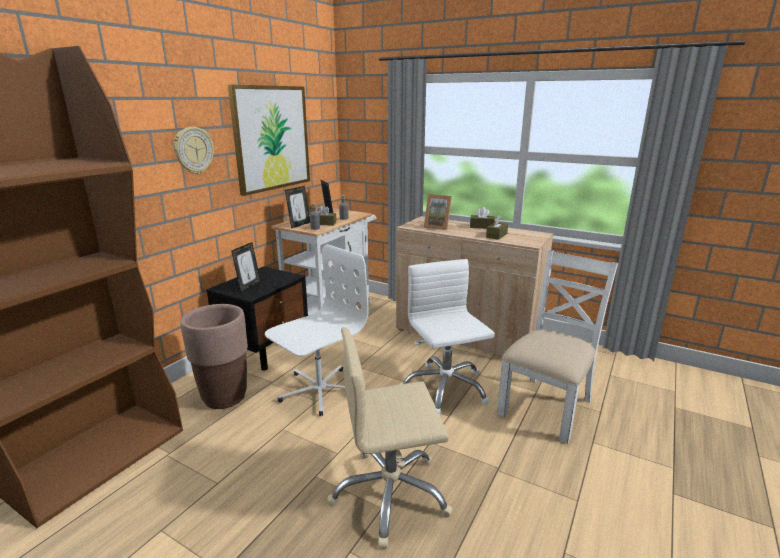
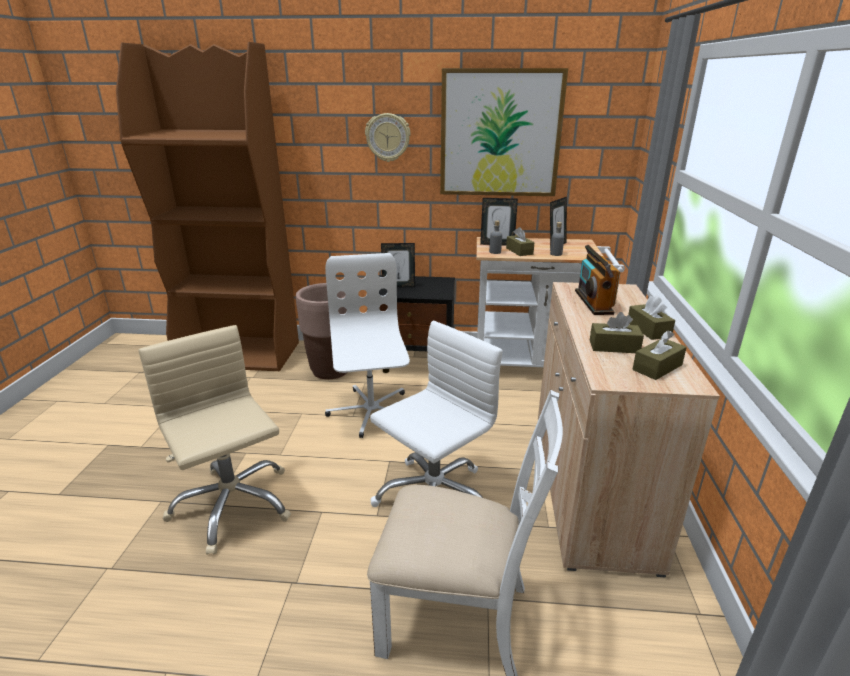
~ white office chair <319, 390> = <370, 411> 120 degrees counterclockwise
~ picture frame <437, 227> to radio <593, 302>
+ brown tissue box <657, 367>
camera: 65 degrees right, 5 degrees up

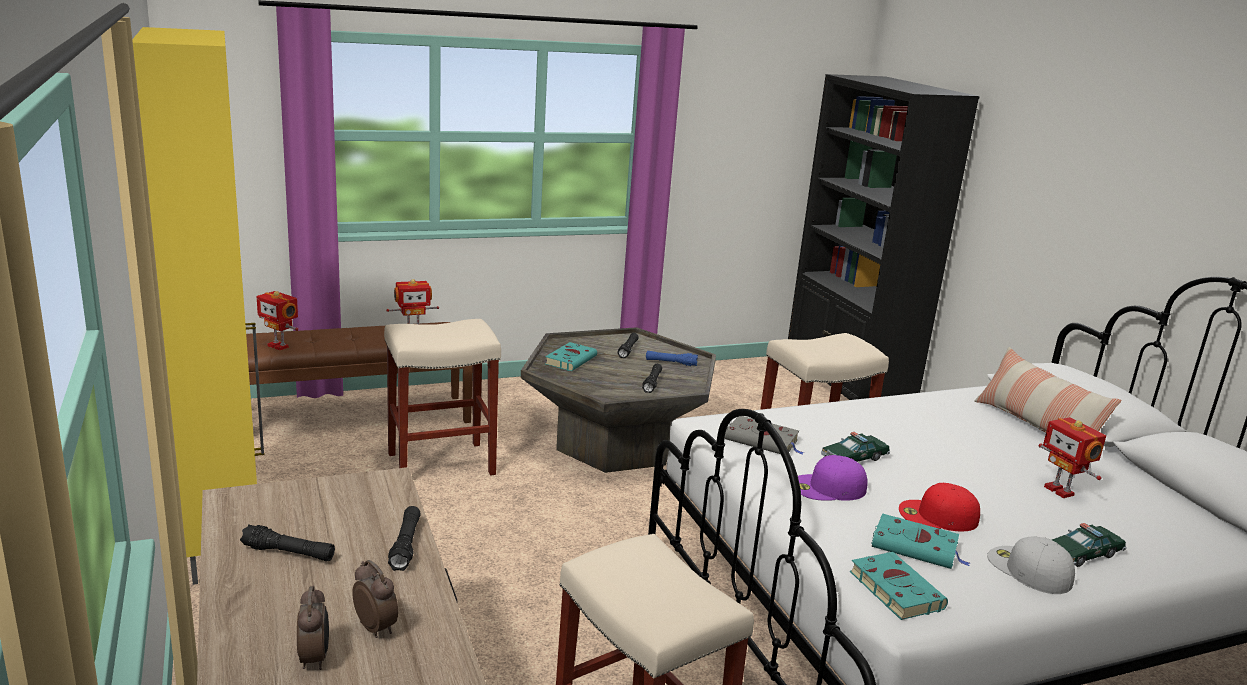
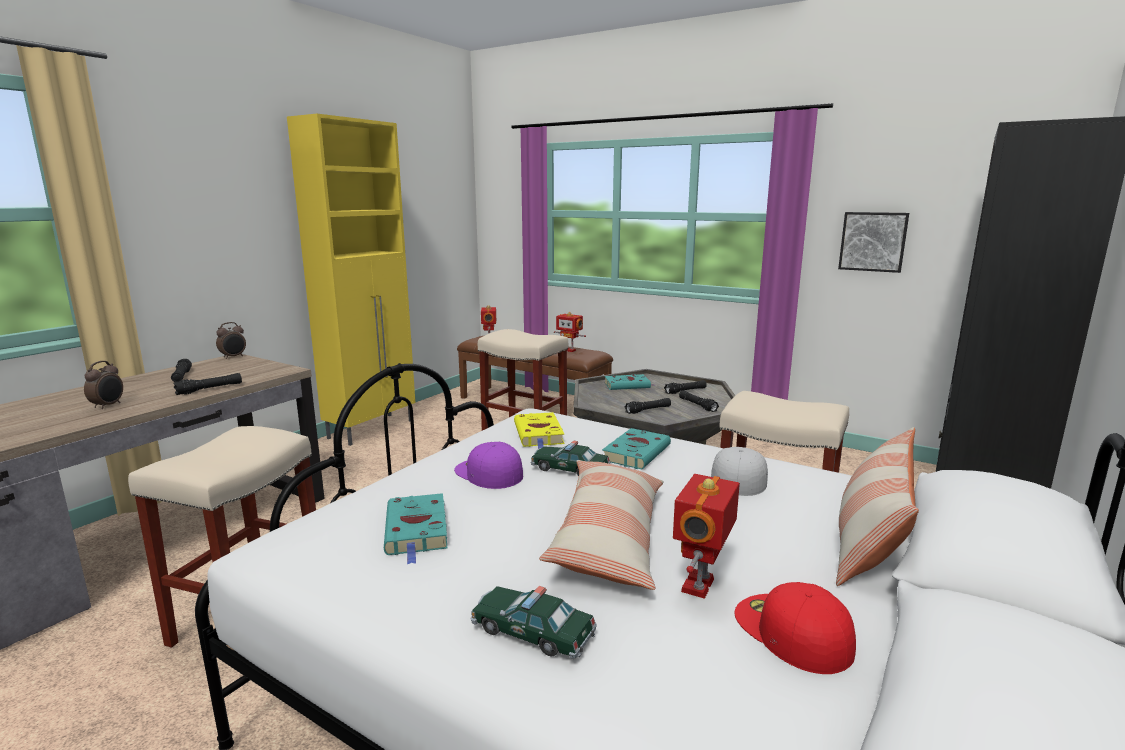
~ alarm clock <315, 658> to <233, 357>
~ blue flashlight <671, 363> to black flashlight <697, 405>
~ grey book <763, 440> to yellow book <539, 435>
~ turquoise book <893, 589> to <637, 452>
~ red cap <937, 516> to <790, 631>
~ white cap <1028, 569> to <738, 477>
+ pillow <609, 537>
+ picture <873, 241>
camera: 55 degrees right, 5 degrees down

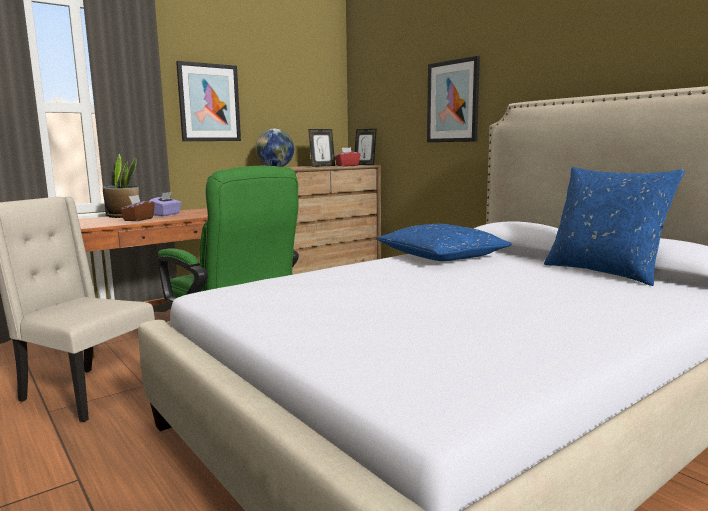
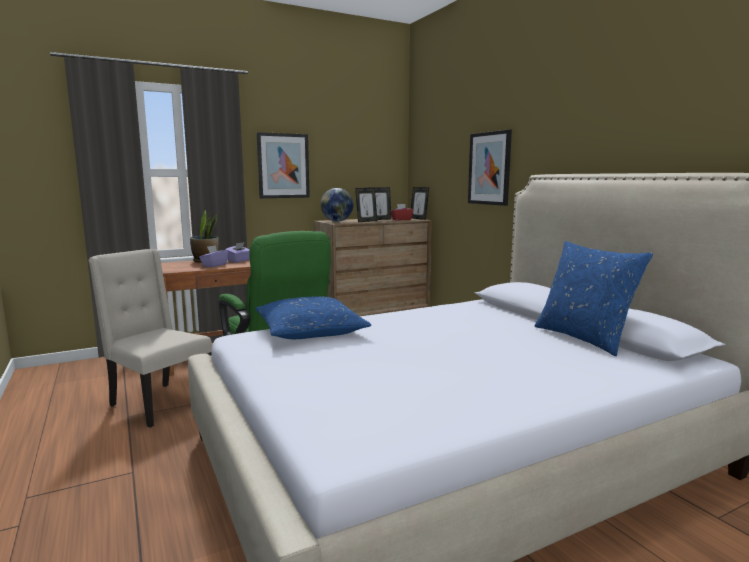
~ brown tissue box <138, 219> to purple tissue box <214, 265>
~ blue pillow <441, 256> to <310, 331>
+ picture frame <366, 221>
camera: 10 degrees right, 0 degrees up

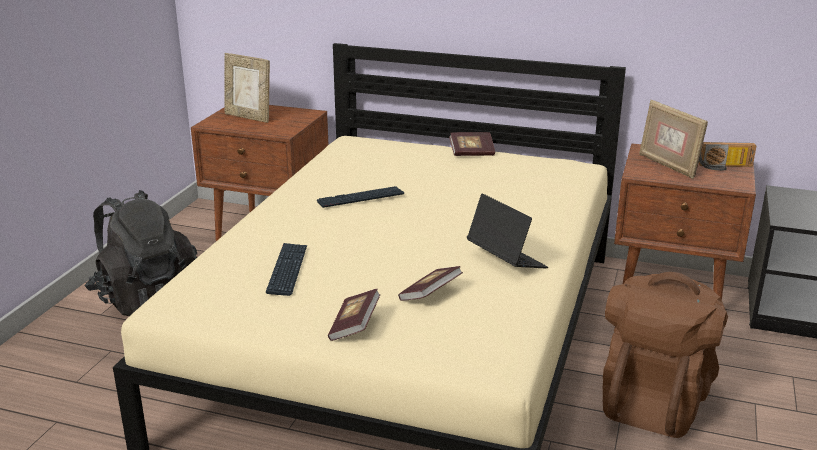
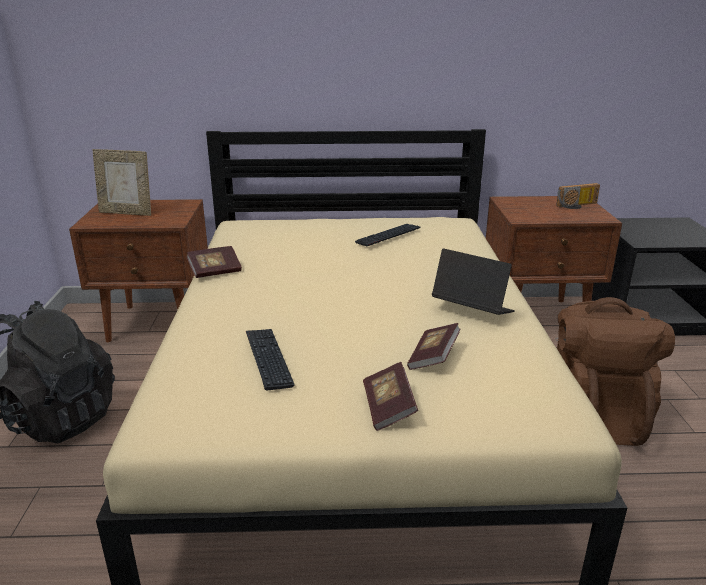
~ keyboard <360, 198> to <388, 236>
~ book <471, 153> to <215, 272>
- picture frame <668, 165>
camera: 20 degrees left, 0 degrees up

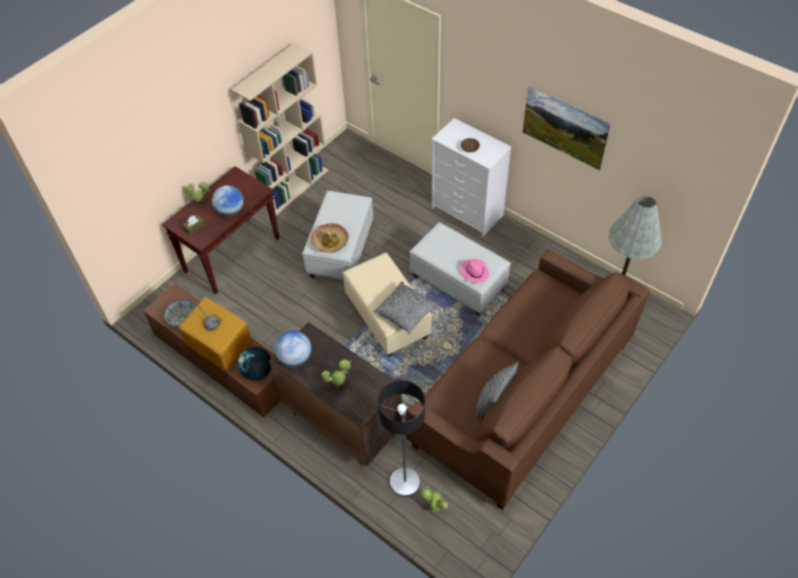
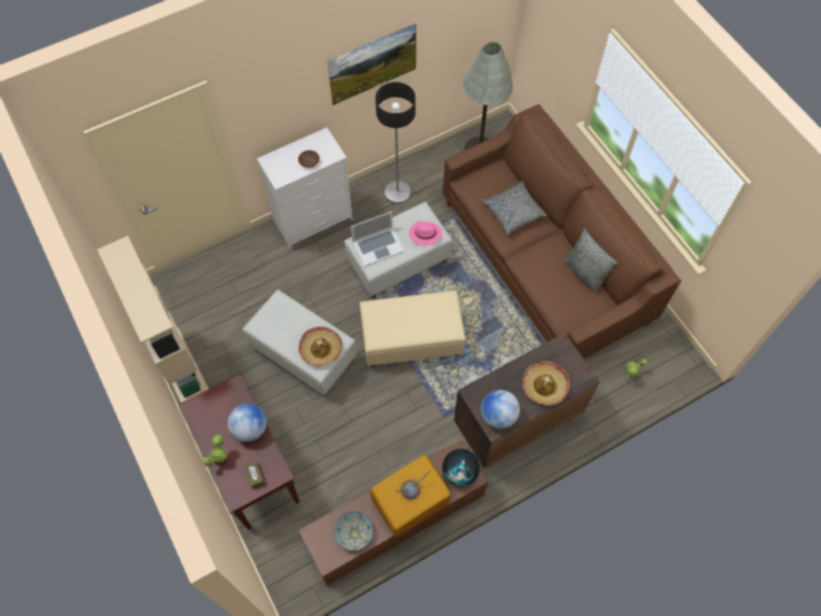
~ potted plant <338, 384> to hat <545, 385>
~ grey pillow <406, 312> to <513, 212>
~ floor lamp <404, 482> to <397, 192>
+ laptop <378, 246>
camera: 70 degrees left, 10 degrees up

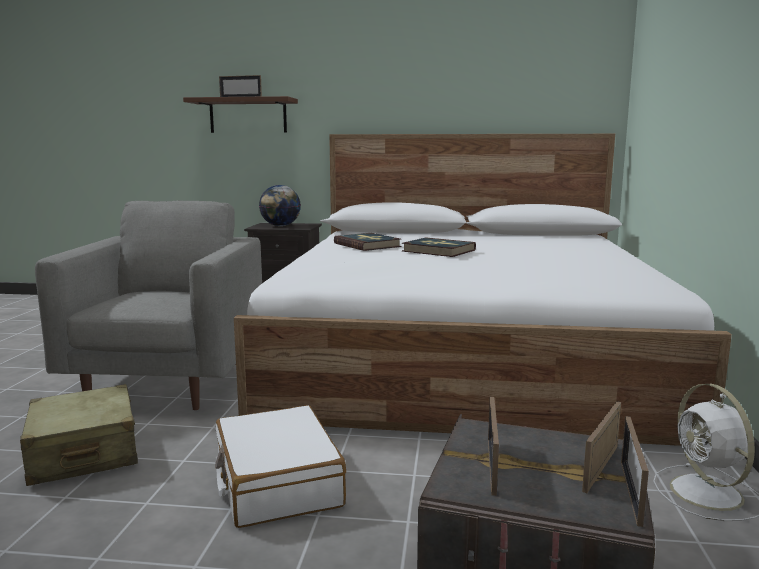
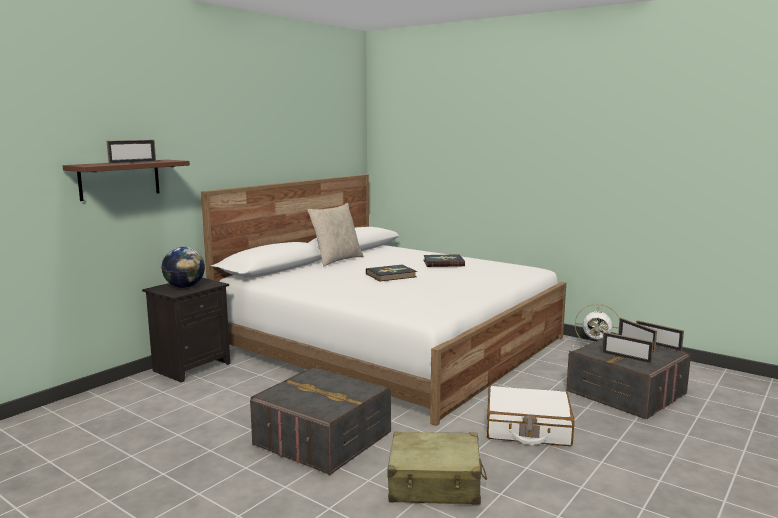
~ grey armchair <169, 382> to grey storage box <322, 438>
~ book <367, 245> to <443, 263>
+ beige pillow <336, 260>
camera: 60 degrees left, 0 degrees up

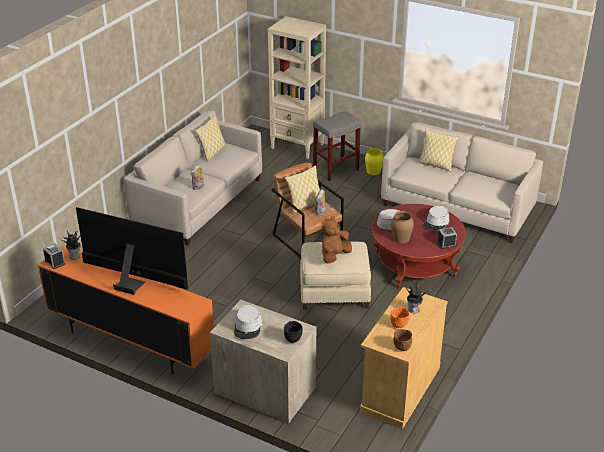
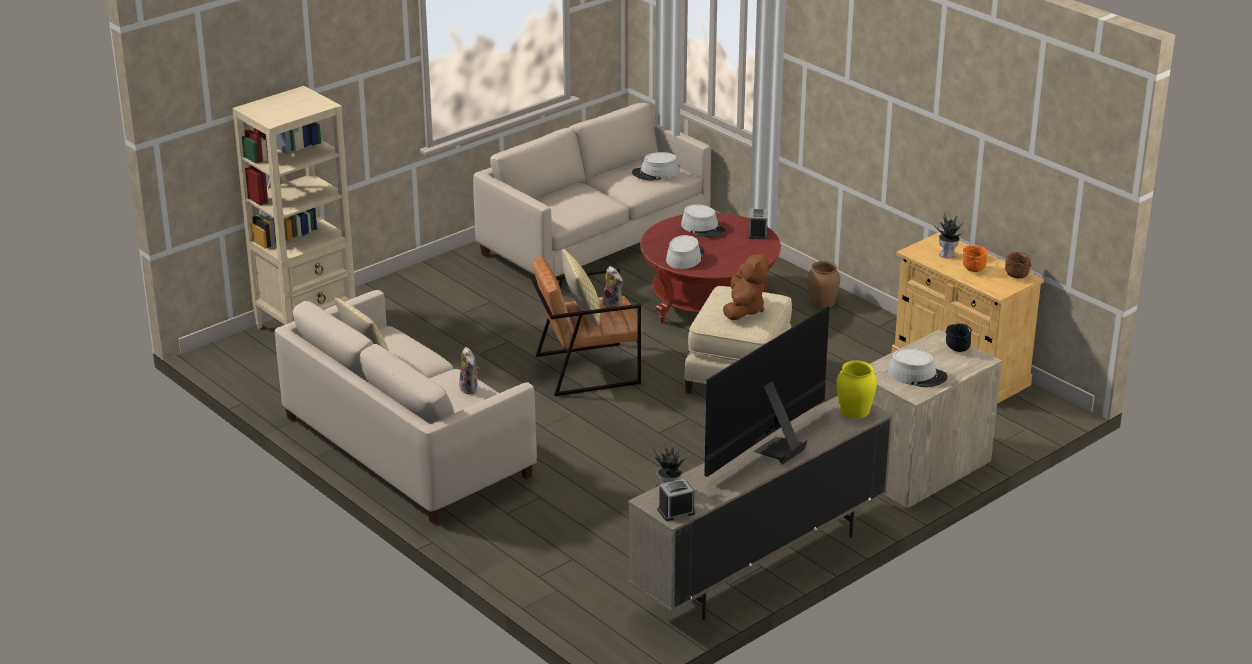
~ orange tv stand <130, 342> to beige tv stand <759, 565>
- grey stool <336, 169>
~ brown plush toy <334, 256> = <744, 310> 135 degrees counterclockwise
~ yellow vase <373, 171> to <854, 410>
~ brown vase <401, 238> to <822, 302>
- pillow <436, 165>
+ grey hat <655, 173>
camera: 70 degrees left, 5 degrees down

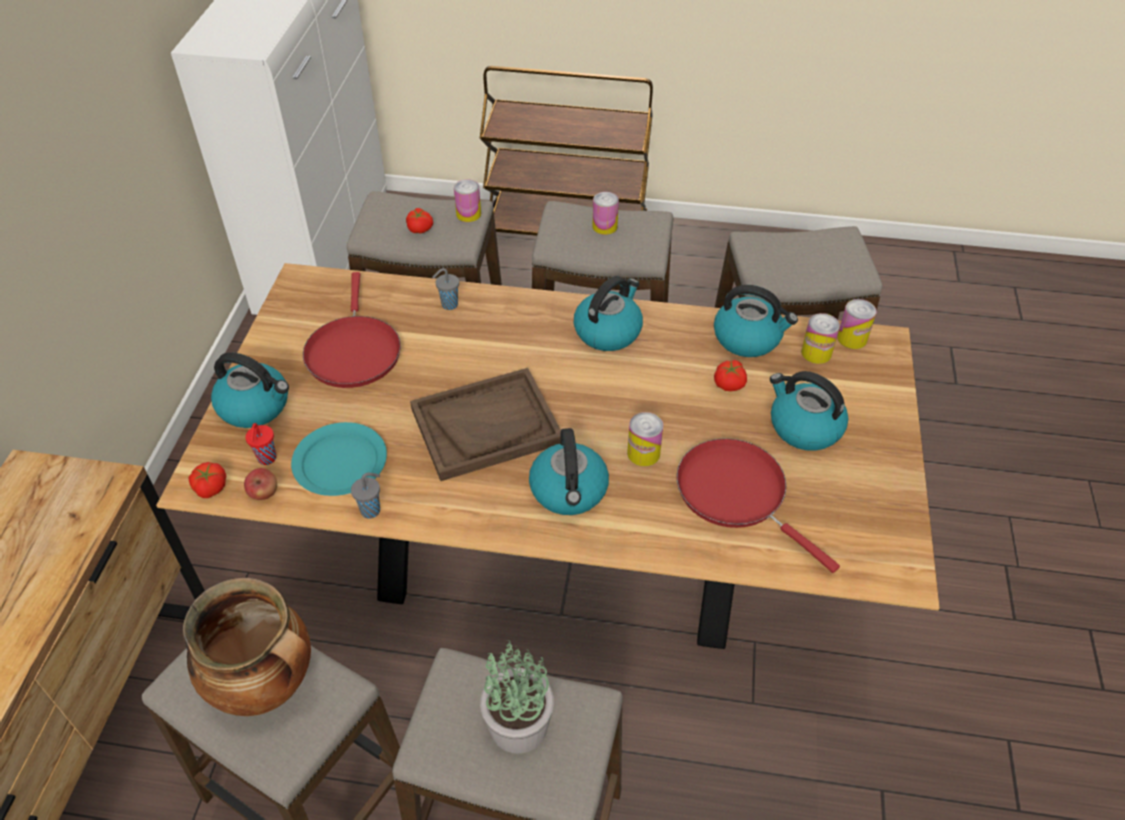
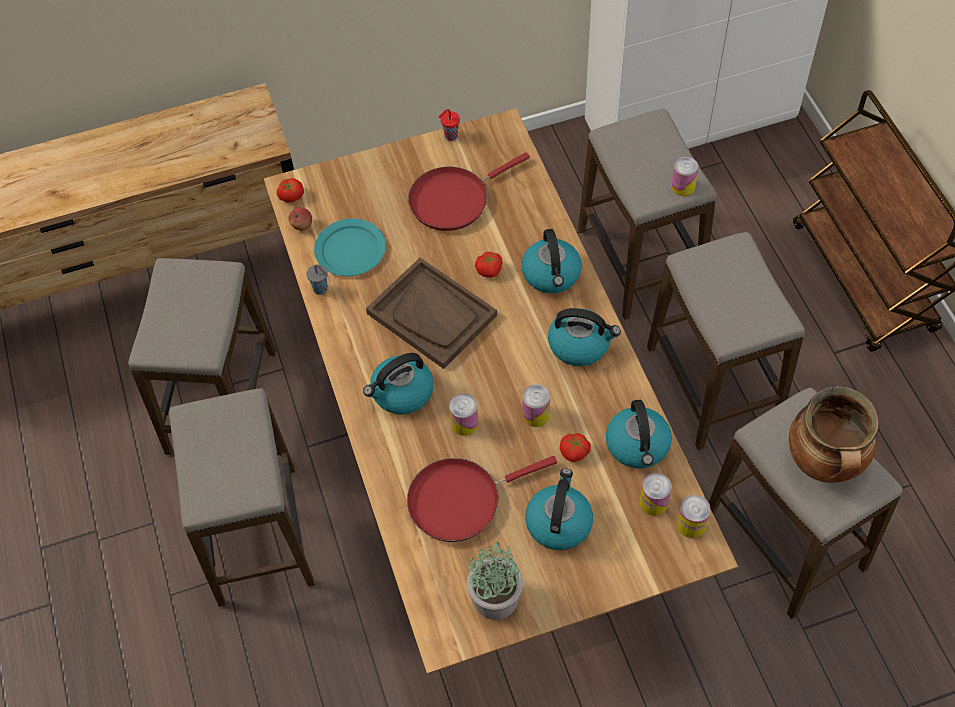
~ cooking pot <267, 684> to <824, 463>
~ kettle <255, 406> to <551, 275>
~ red cup <266, 459> to <450, 136>
~ tomato <420, 228> to <489, 270>
- grey cup <448, 305>
~ potted plant <517, 725> to <495, 597>
~ can <604, 226> to <536, 414>
~ red frying pan <737, 494> = <460, 500> 135 degrees counterclockwise
camera: 65 degrees right, 10 degrees up

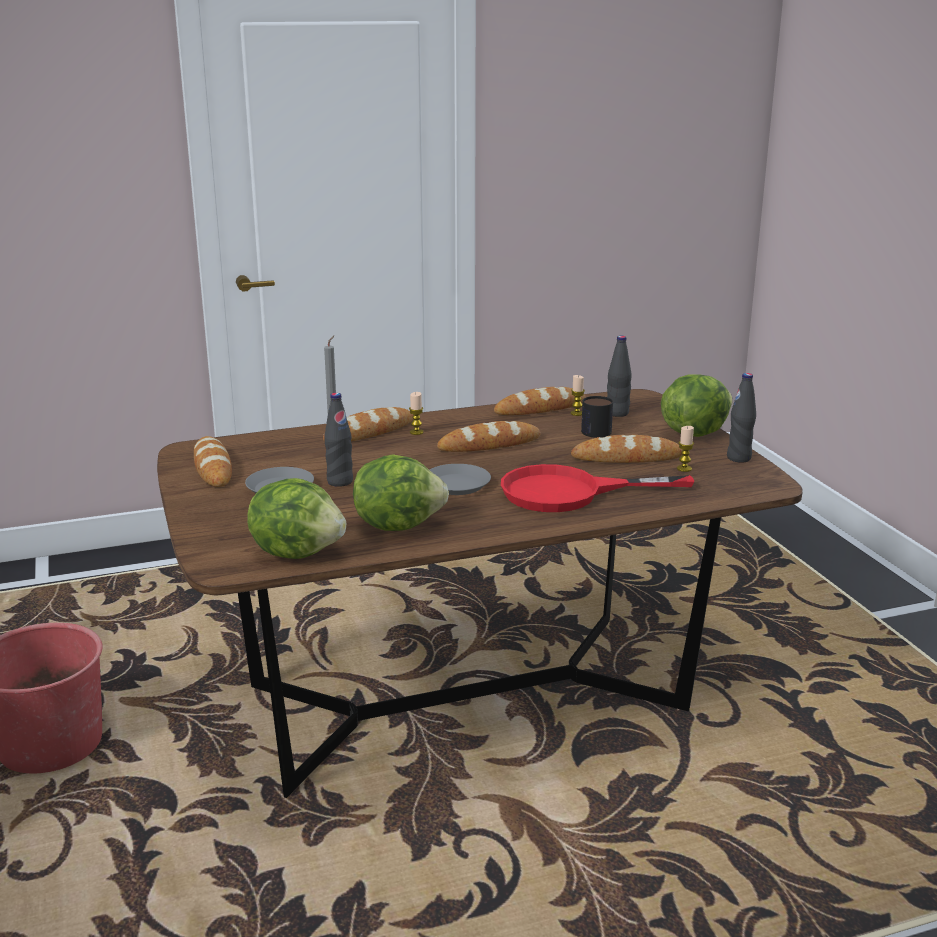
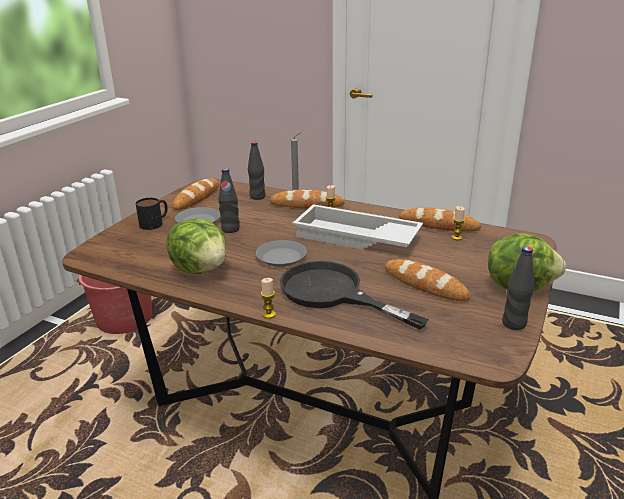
- lettuce <298, 552>
~ bread <489, 444> to white tray <355, 238>
~ red frying pan <569, 492> to black frying pan <333, 293>
~ mug <594, 429> to <155, 222>
~ black bottle <617, 413> to <257, 197>
~ candle <684, 468> to <269, 314>
camera: 45 degrees right, 5 degrees up

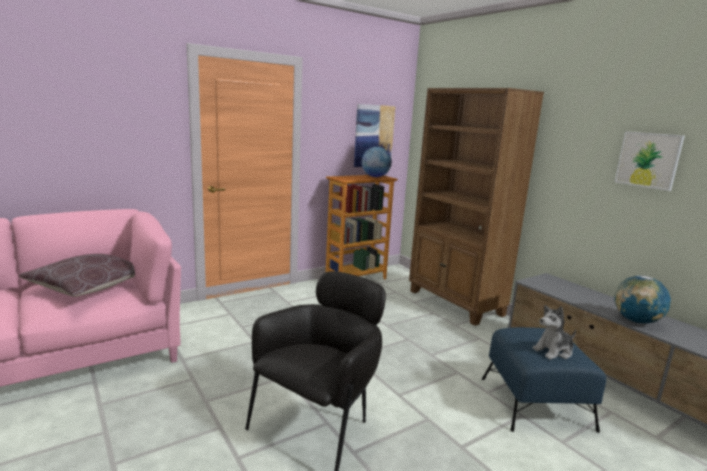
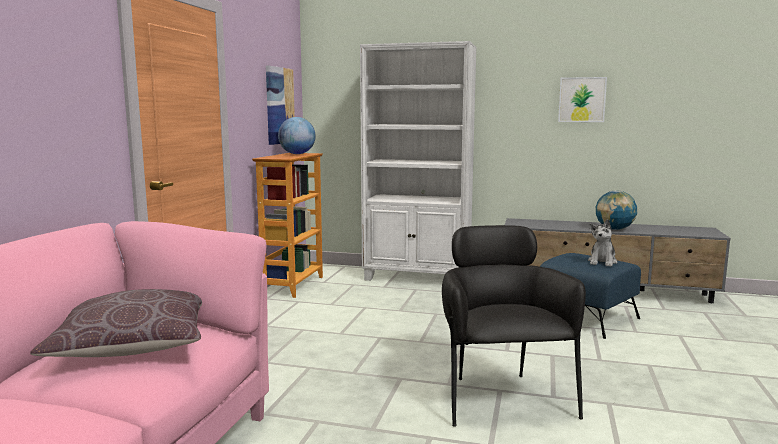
~ brown bookcase <455, 303> to white bookcase <418, 277>
camera: 40 degrees left, 5 degrees down

